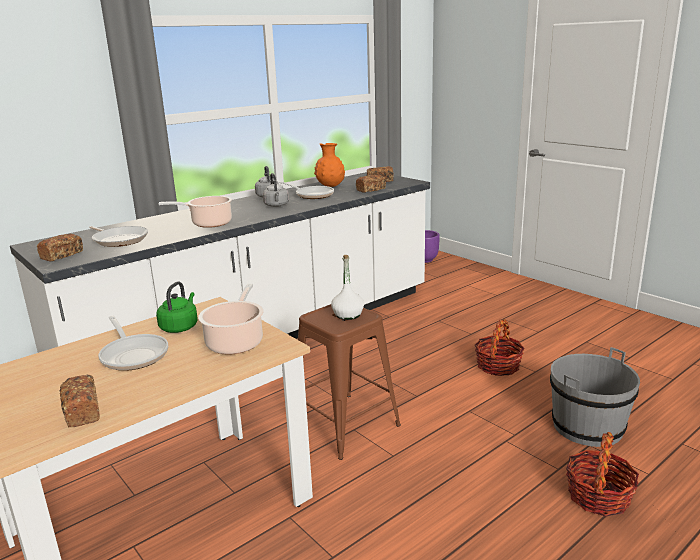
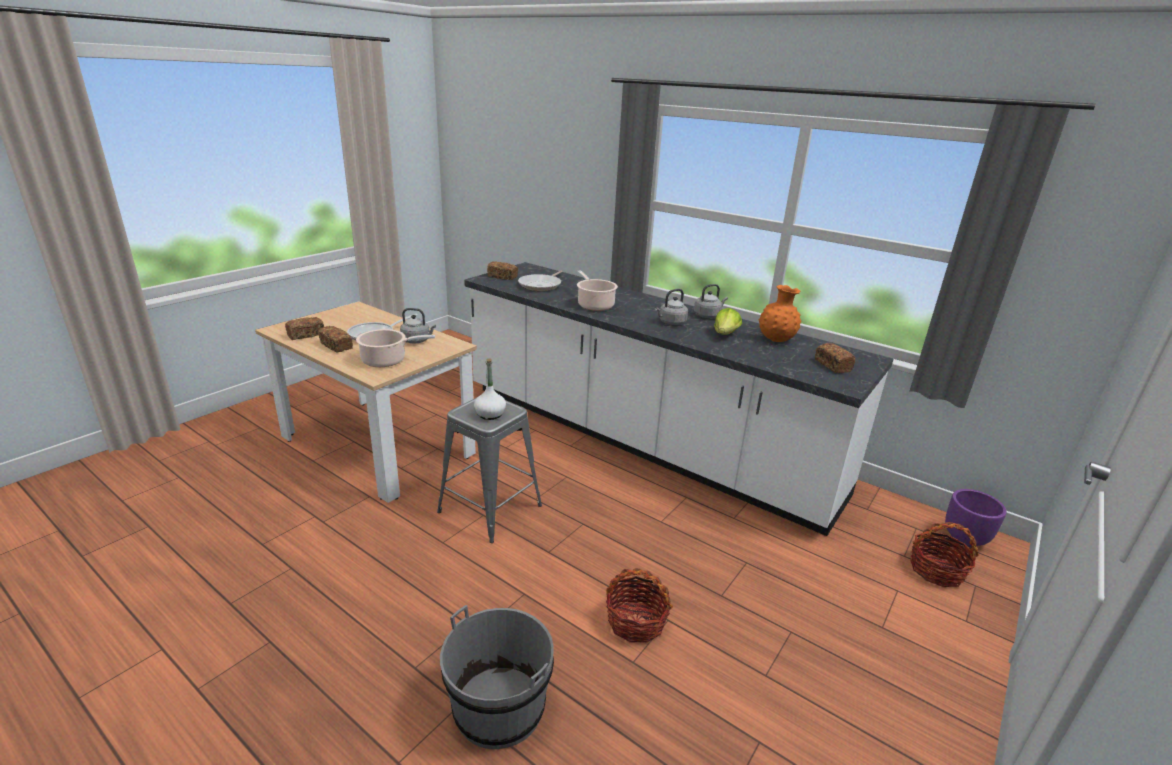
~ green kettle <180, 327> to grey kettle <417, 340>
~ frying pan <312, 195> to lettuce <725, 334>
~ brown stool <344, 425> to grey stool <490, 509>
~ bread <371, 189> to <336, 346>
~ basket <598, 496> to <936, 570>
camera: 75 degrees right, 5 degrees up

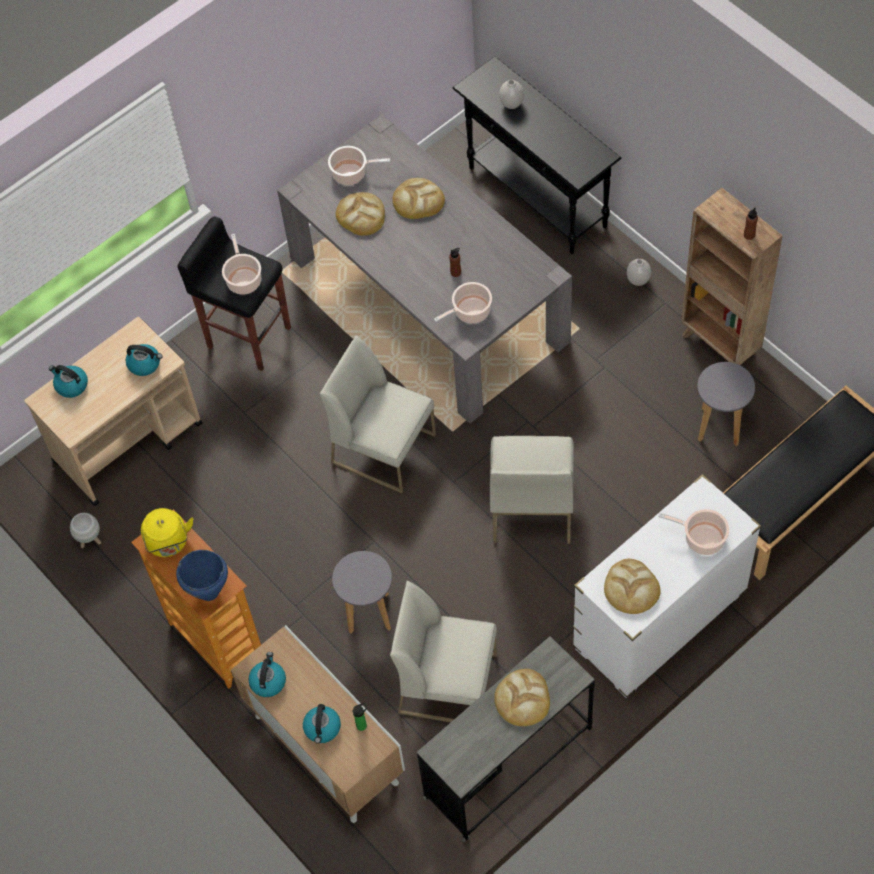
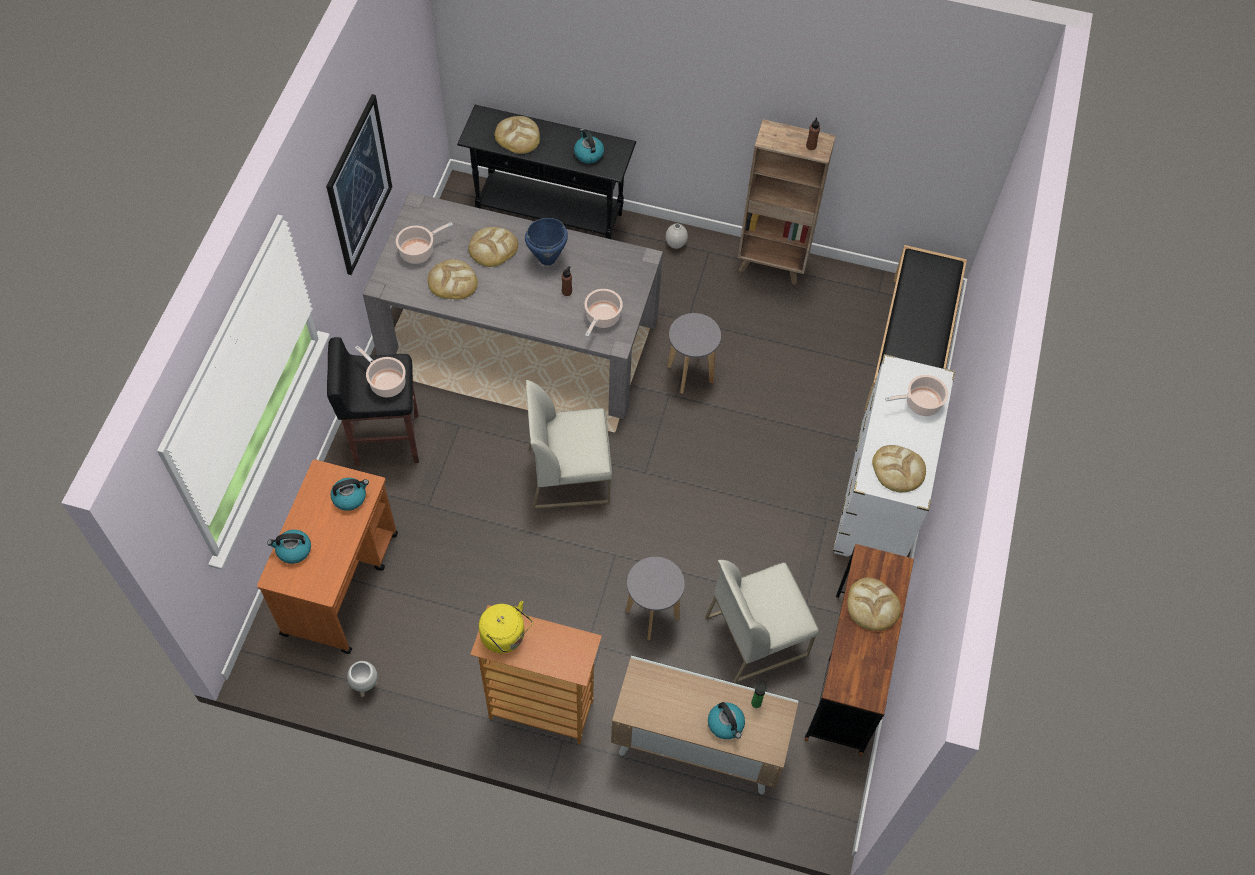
~ beige cart <129, 442> to orange cart <341, 582>
~ blue cooking pot <209, 592> to <547, 259>
~ kettle <268, 681> to <588, 153>
~ grey desk <508, 763> to brown desk <848, 672>
- white chair <531, 505>
~ white vase <512, 104> to bread <518, 136>
~ grey stool <719, 427> to <690, 374>
+ picture <359, 186>
camera: 40 degrees left, 0 degrees up

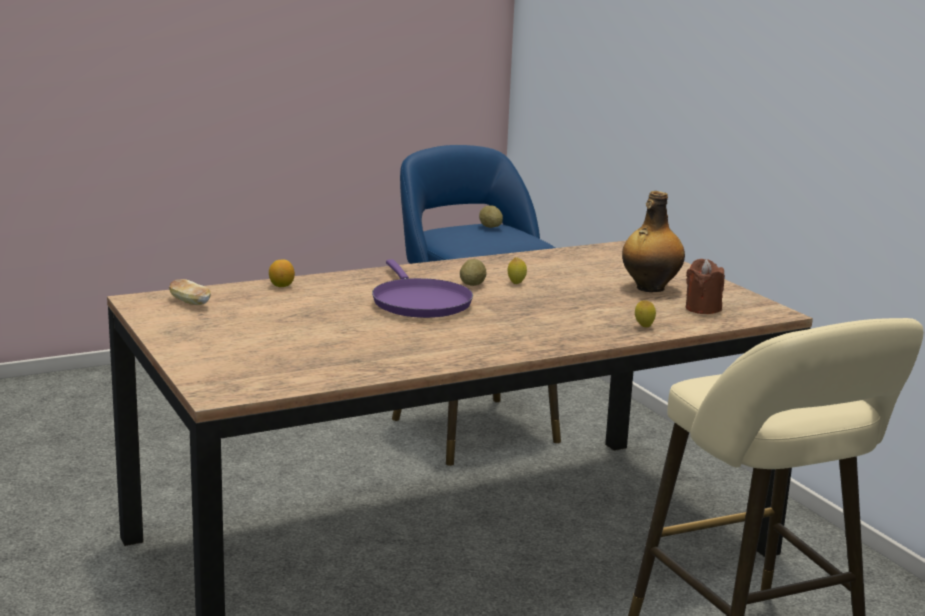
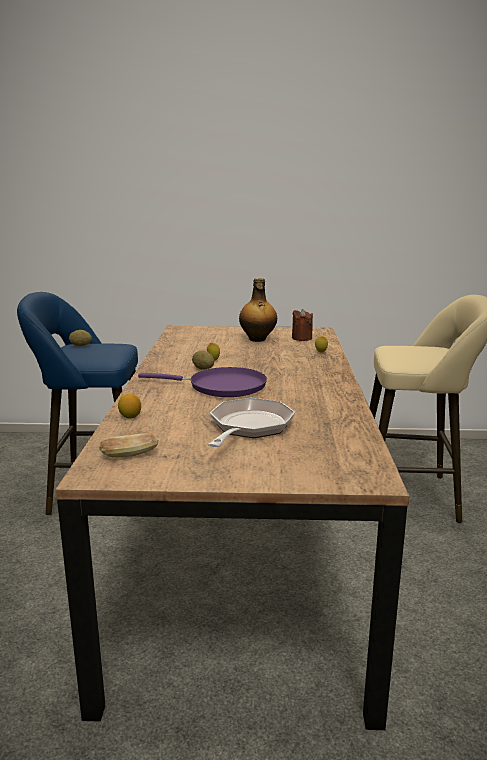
+ frying pan <249, 427>
camera: 60 degrees left, 0 degrees up

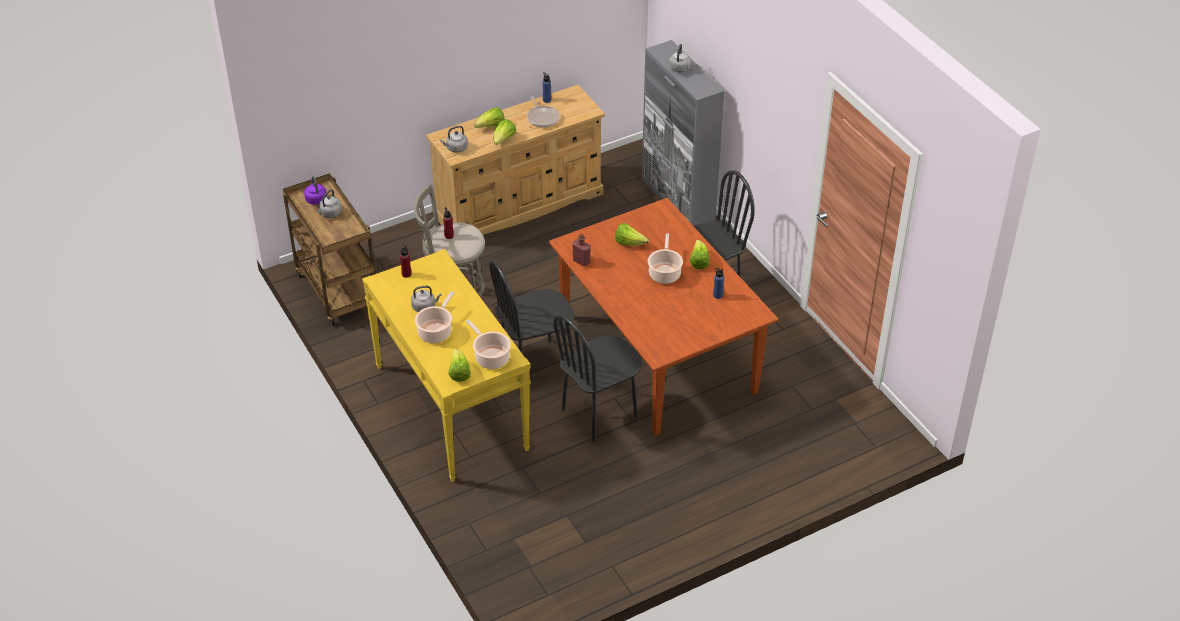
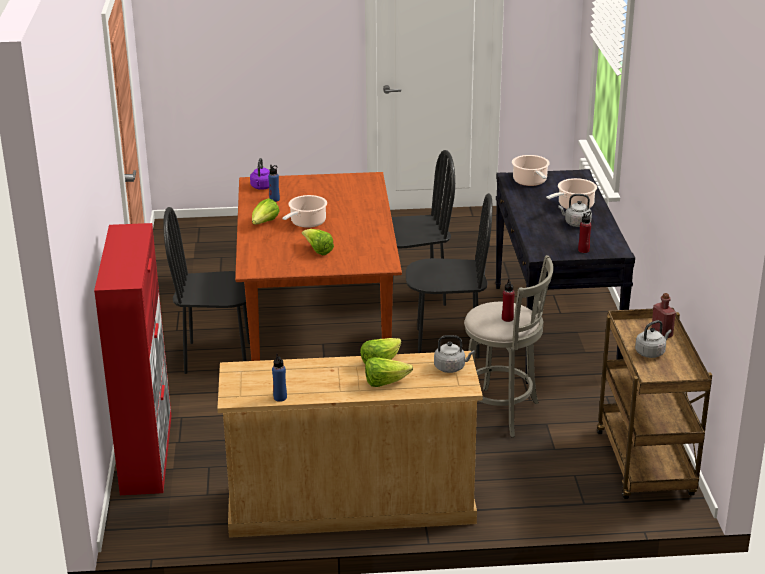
~ purple kettle <316, 199> to <262, 187>
~ yellow console table <450, 407> to black console table <555, 331>
- lettuce <459, 373>
- frying pan <542, 118>
~ red bottle <581, 261> to <661, 334>
~ grey cabinet <678, 200> to red cabinet <147, 453>
- grey kettle <679, 69>
camera: 155 degrees left, 15 degrees down

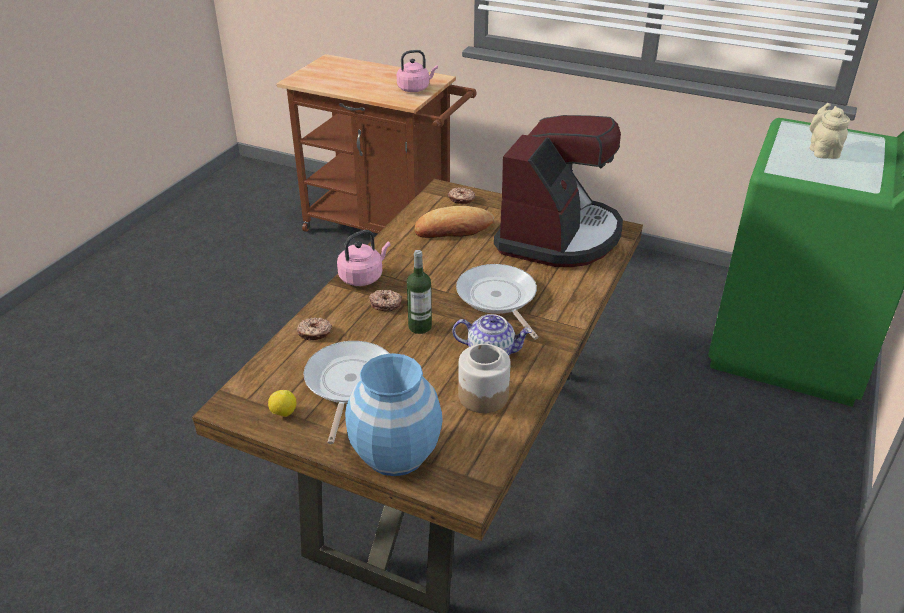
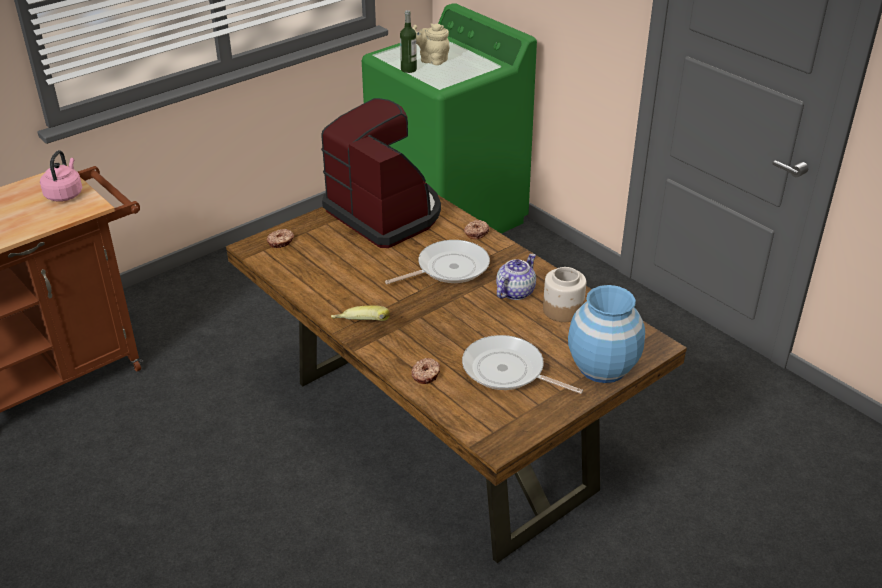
- lemon <283, 413>
~ pink kettle <363, 277> to banana <361, 328>
~ donut <385, 304> to <476, 233>
~ bottle <420, 327> to <408, 69>
- bread <453, 229>
~ frying pan <498, 298> = <448, 268> 150 degrees clockwise
camera: 65 degrees left, 0 degrees up

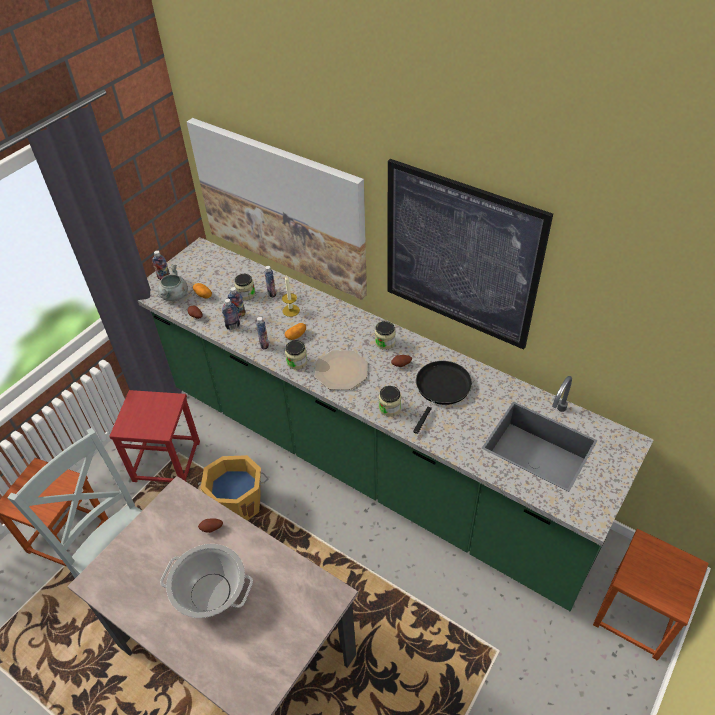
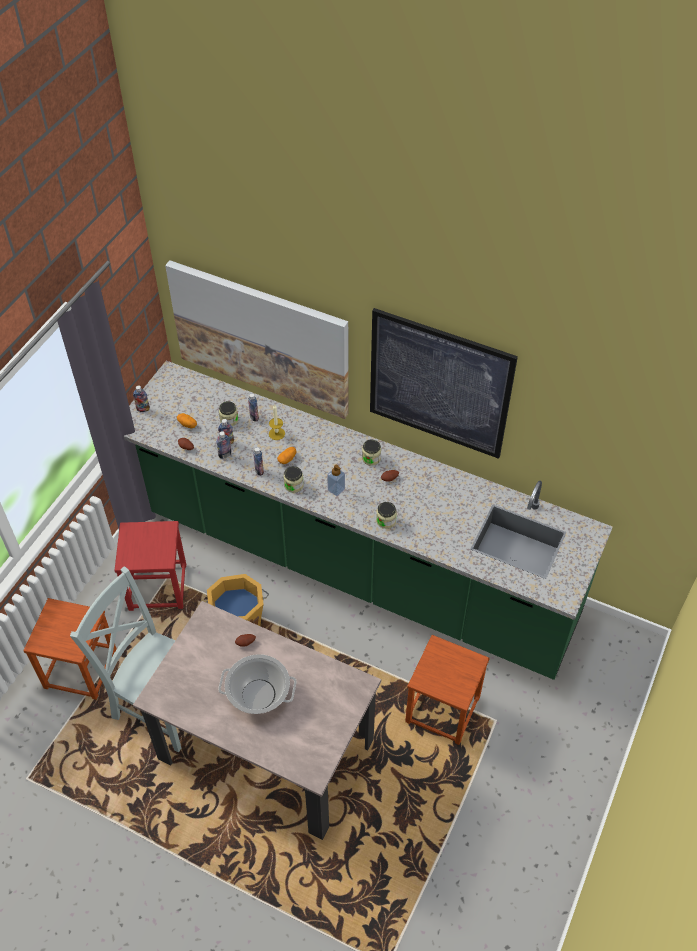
- grey cooking pot <175, 296>
~ plate <341, 370> to soap dispenser <336, 489>
- black frying pan <441, 389>
~ brown stool <636, 615> to <443, 709>
camera: 10 degrees left, 5 degrees up

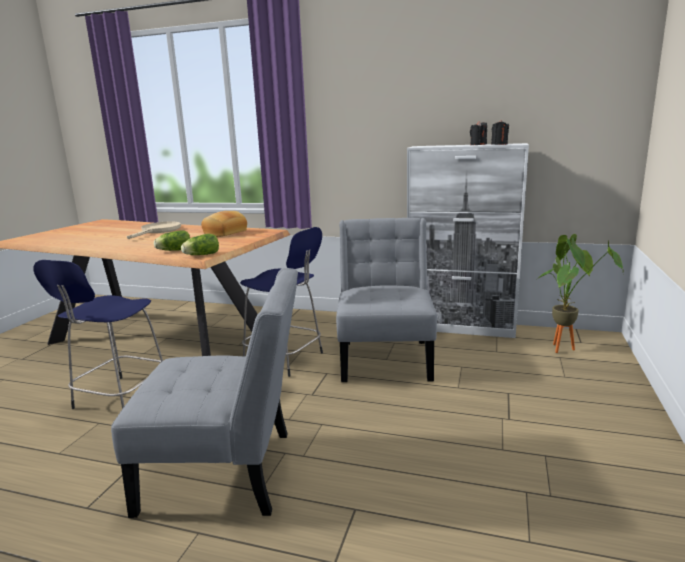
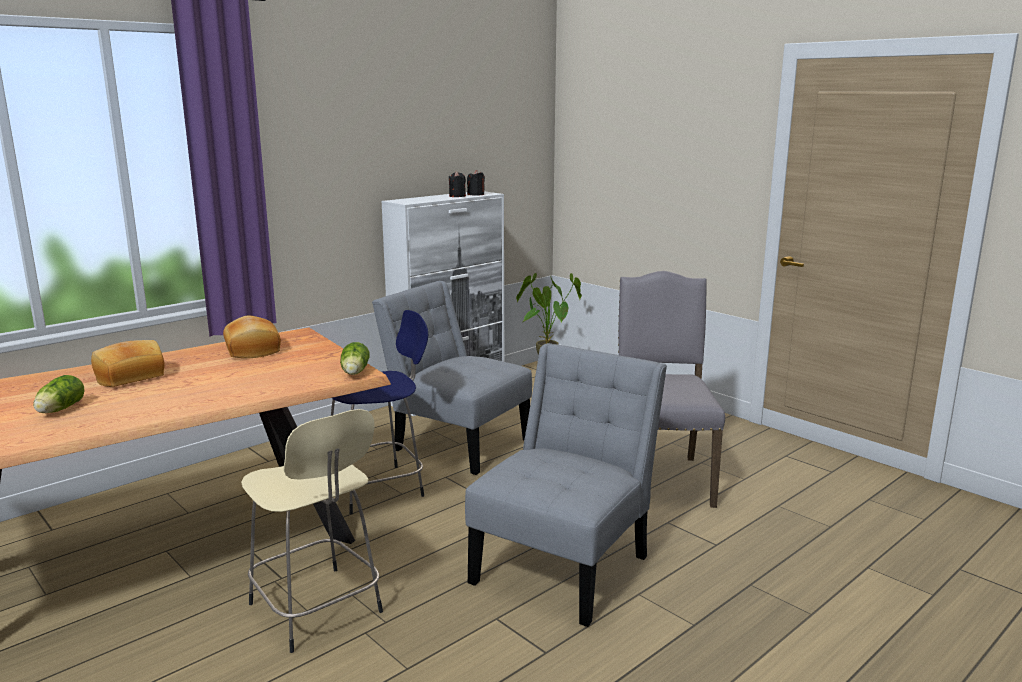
~ blue stool <120, 398> to beige stool <317, 610>
~ beige frying pan <158, 231> to bread <129, 376>
~ lettuce <173, 250> to <59, 410>
+ grey chair <658, 478>
camera: 60 degrees left, 0 degrees up

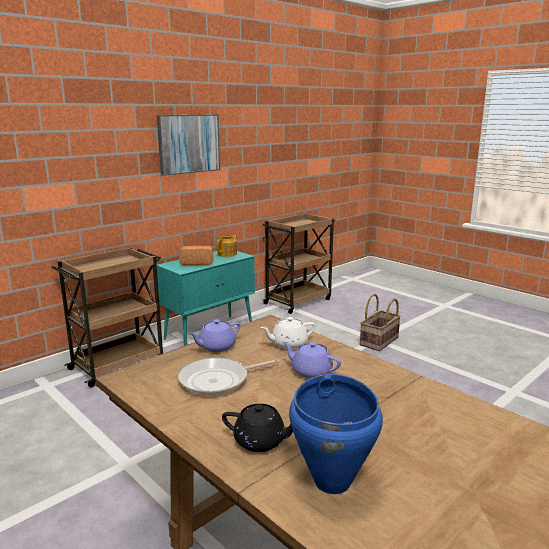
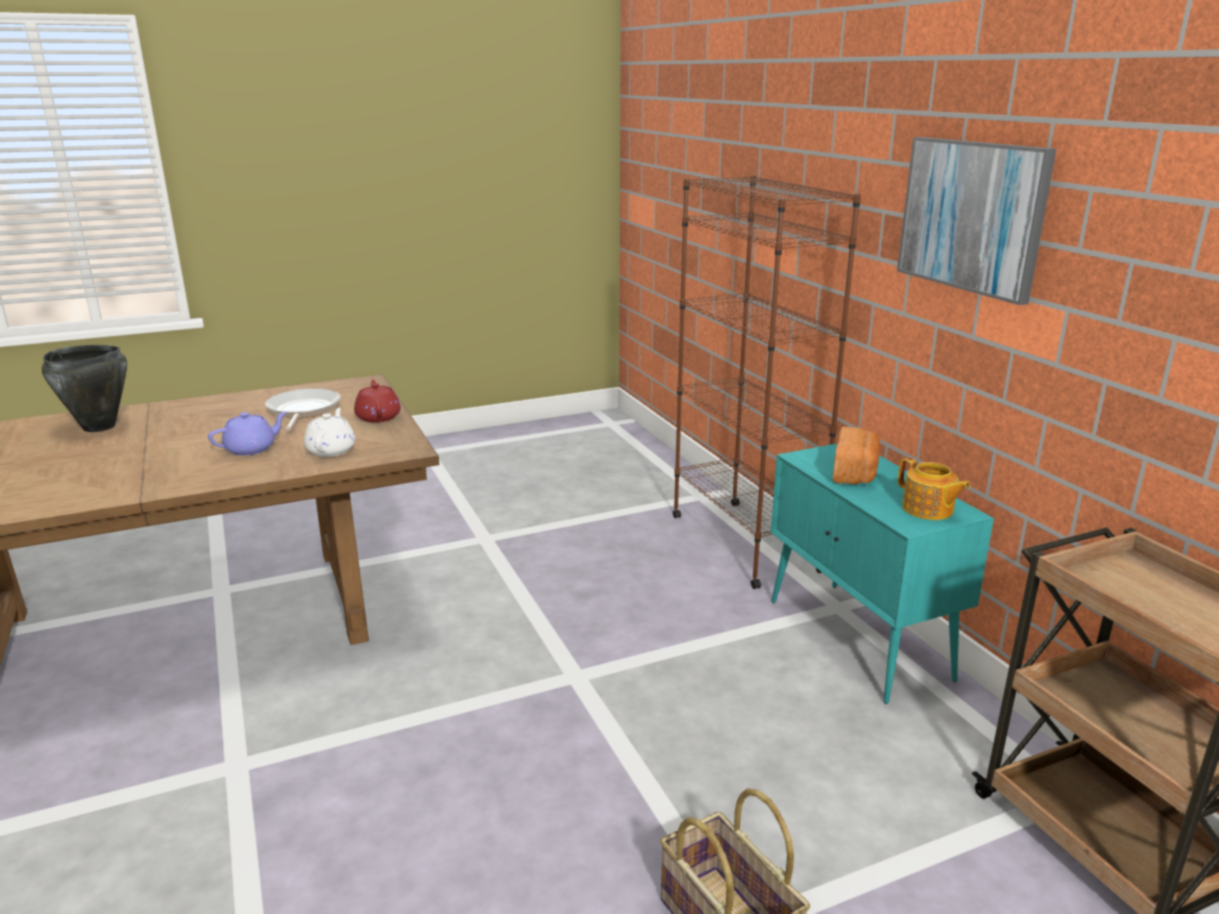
~ brown cart <118, 364> to brown bookcase <743, 542>
~ purple teapot <216, 347> to red teapot <378, 417>
- black teapot <261, 441>
~ blue cooking pot <333, 481> to black cooking pot <99, 427>
camera: 110 degrees right, 5 degrees up

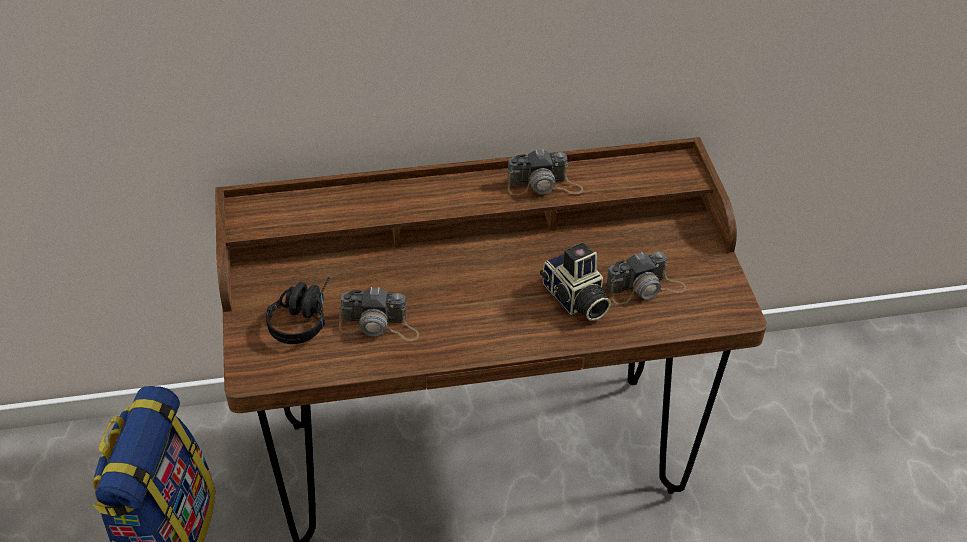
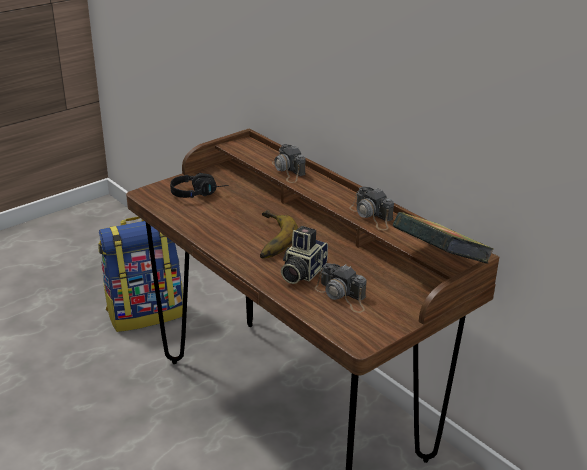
~ photo camera <379, 325> to <288, 170>
+ banana <268, 239>
+ book <439, 261>
camera: 60 degrees right, 15 degrees down

